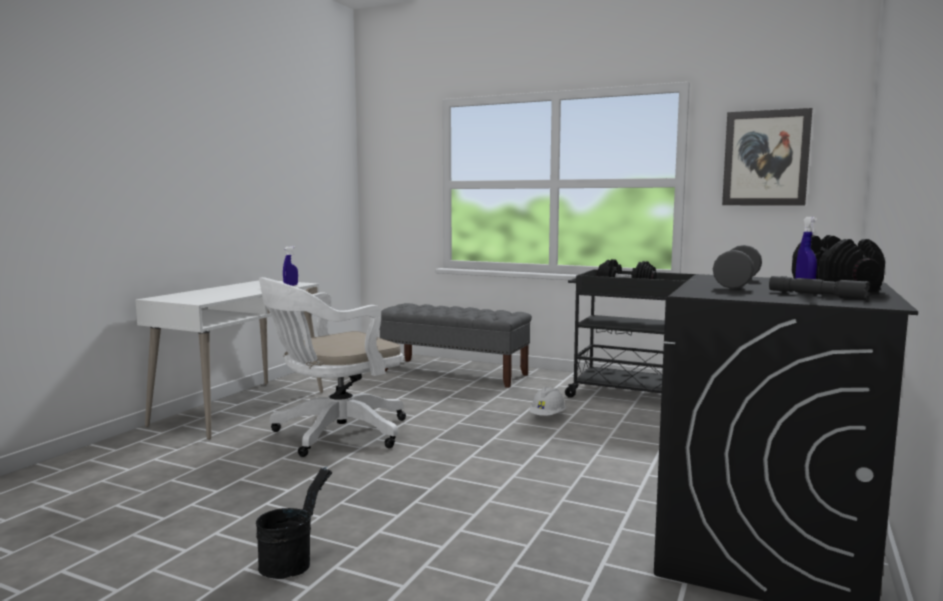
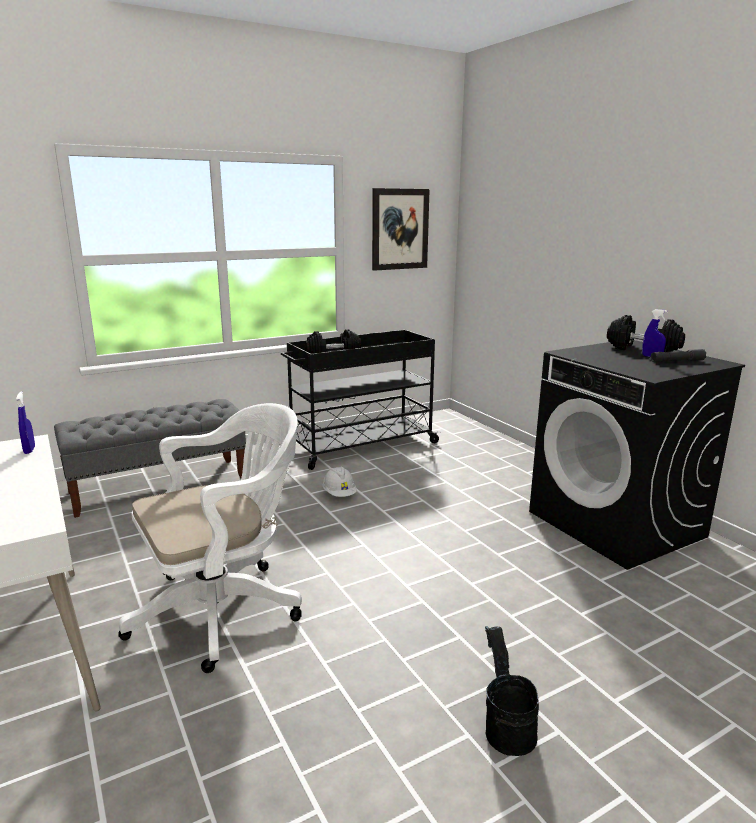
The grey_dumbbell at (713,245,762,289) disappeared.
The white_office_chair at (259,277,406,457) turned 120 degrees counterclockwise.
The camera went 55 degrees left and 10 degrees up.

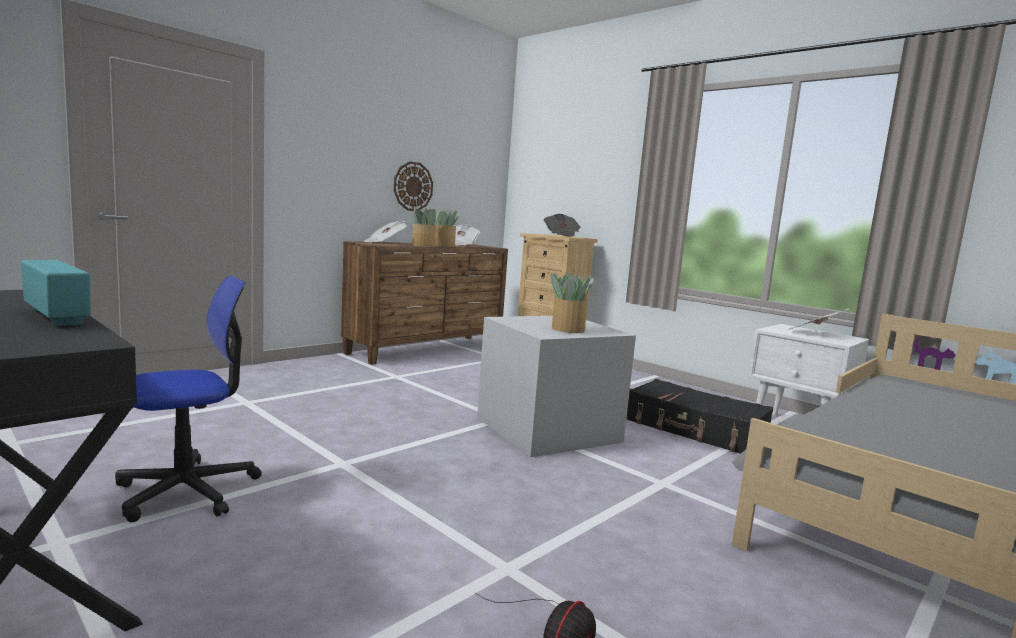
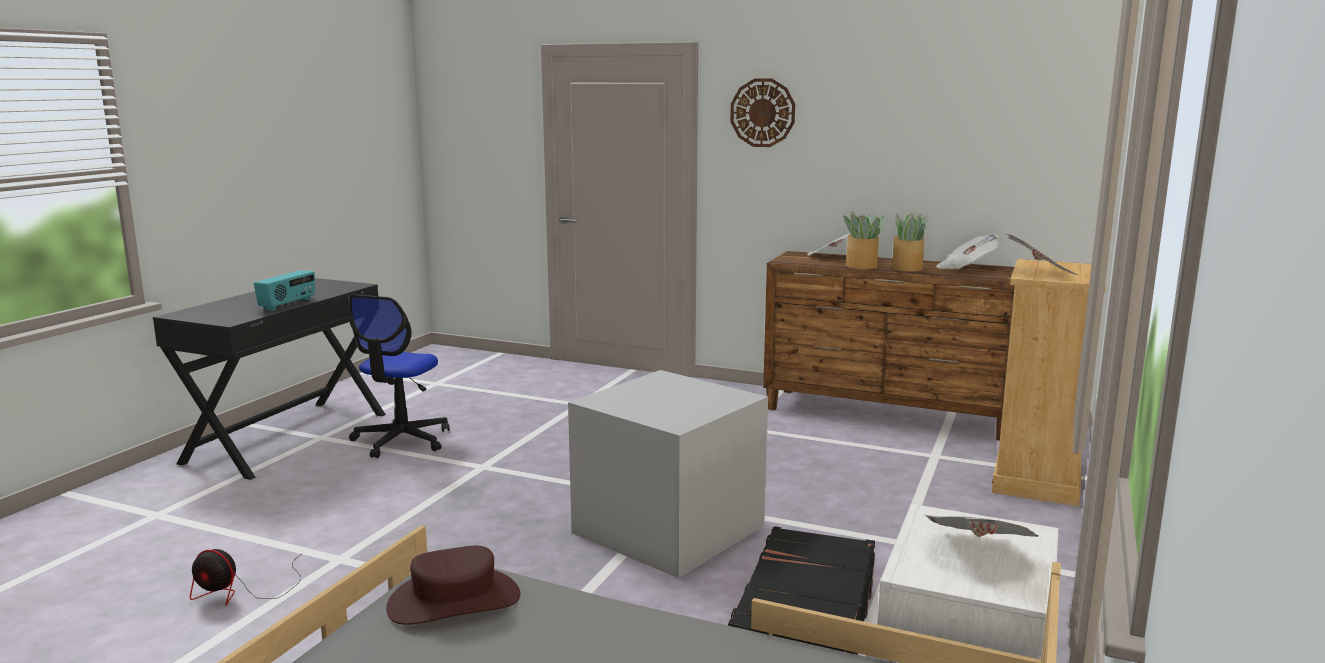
The potted_plant at (550,272,593,333) disappeared.
The brown_hat at (386,546,520,625) appeared.
The wall_clock moved from (394,161,433,211) to (730,78,795,147).
The office_chair at (115,275,261,522) turned 75 degrees clockwise.
The camera went 70 degrees right and 5 degrees up.

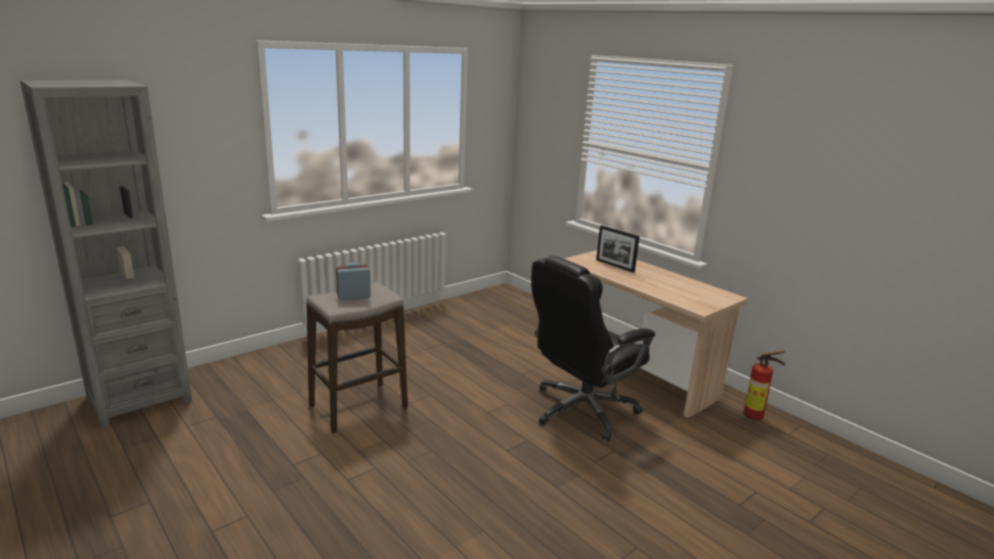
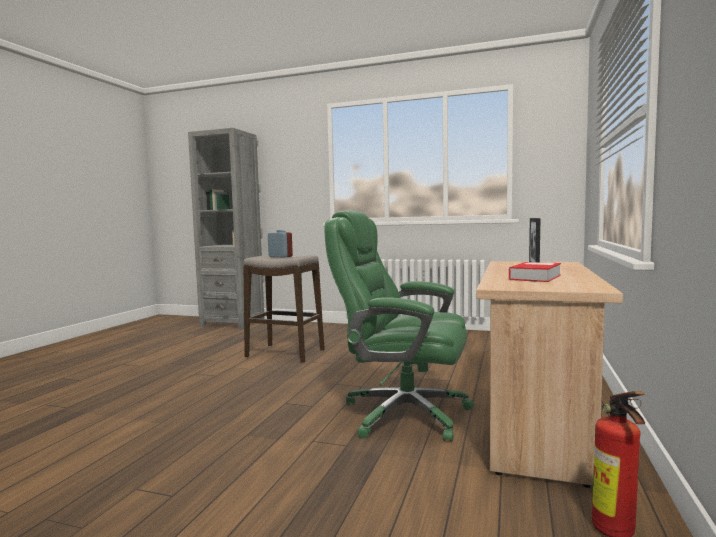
The book at (509,262,561,282) appeared.
The black_office_chair at (531,256,655,441) became the green_office_chair at (324,211,474,442).
The camera went 60 degrees right and 15 degrees down.

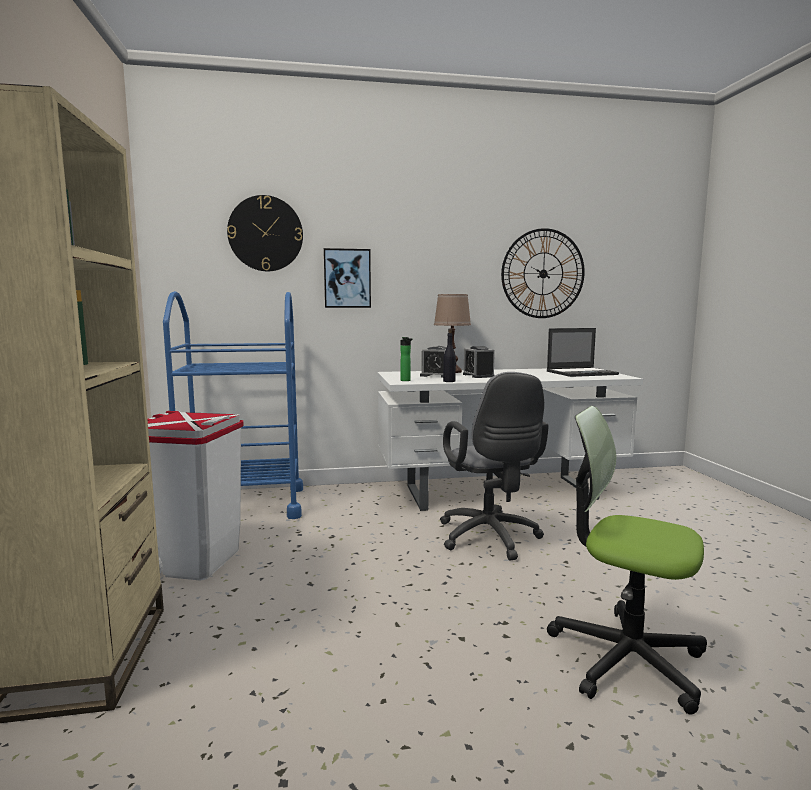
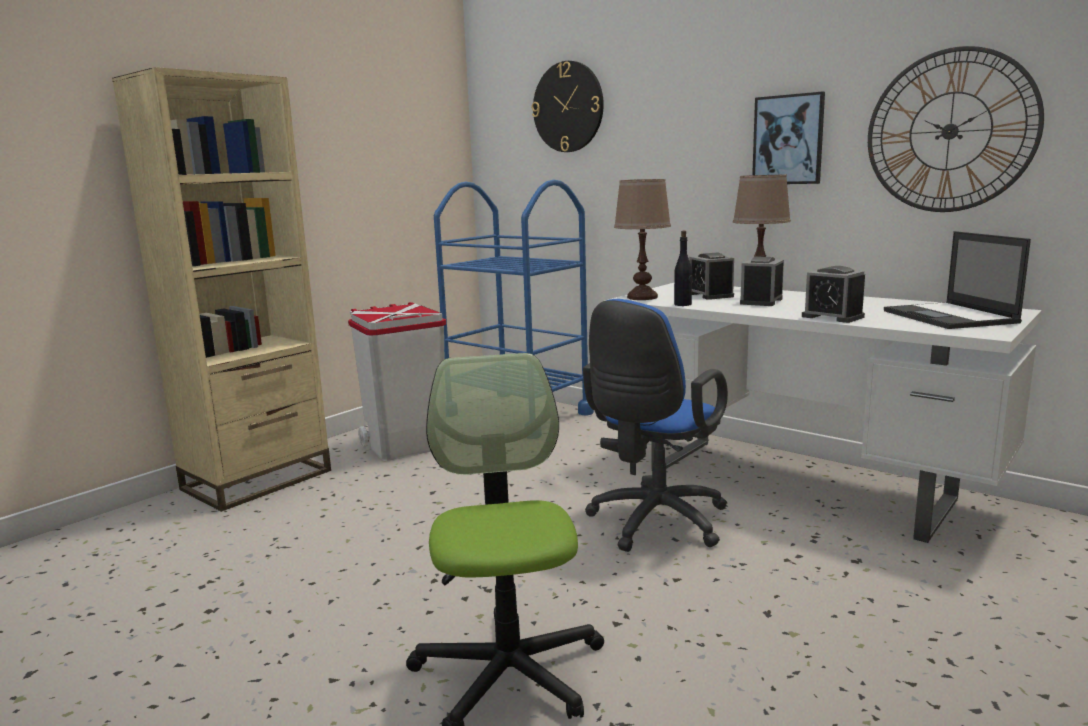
The alarm_clock at (802,266,865,323) appeared.
The picture moved from (324,248,371,308) to (752,91,825,184).
The bottle at (400,337,413,381) was replaced by the brown_table_lamp at (614,179,671,300).
The grey_office_chair at (440,372,549,560) became the blue_office_chair at (583,299,728,552).
The laptop at (547,328,619,377) turned 45 degrees clockwise.
The camera went 50 degrees right and 5 degrees up.

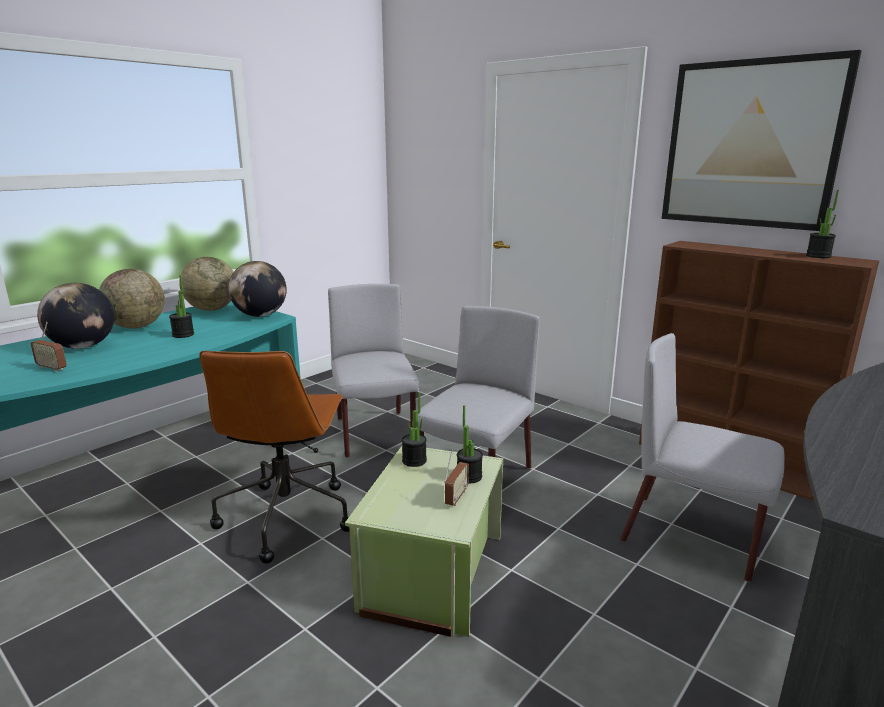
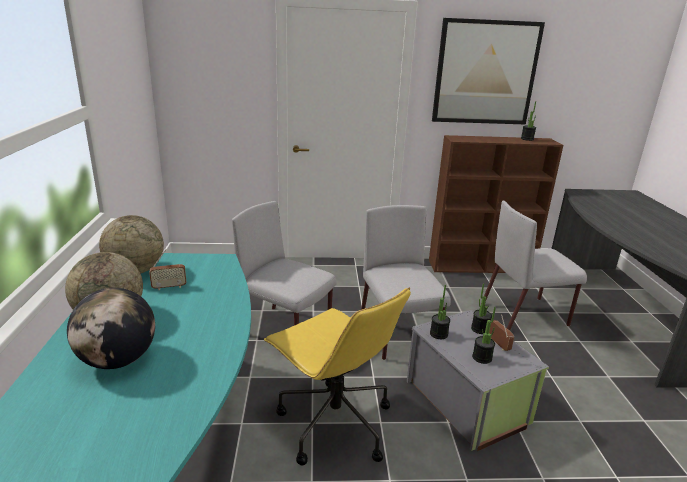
The globe at (228,261,287,317) disappeared.
The radio moved from (31,322,67,372) to (149,249,186,290).
The potted_plant moved from (169,275,194,338) to (472,307,496,364).
The brown_office_chair at (199,351,349,564) became the yellow_office_chair at (264,287,411,466).
The green_storage_box at (345,446,503,637) became the grey_storage_box at (407,310,549,451).
The camera went 45 degrees left and 5 degrees up.

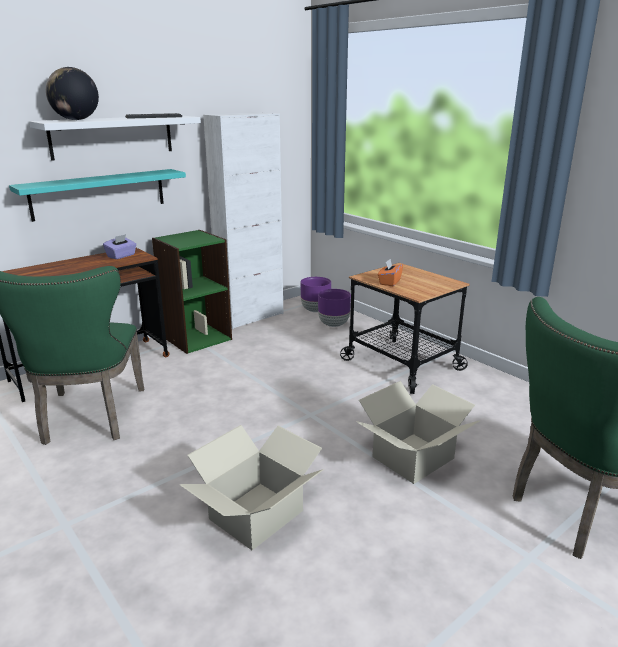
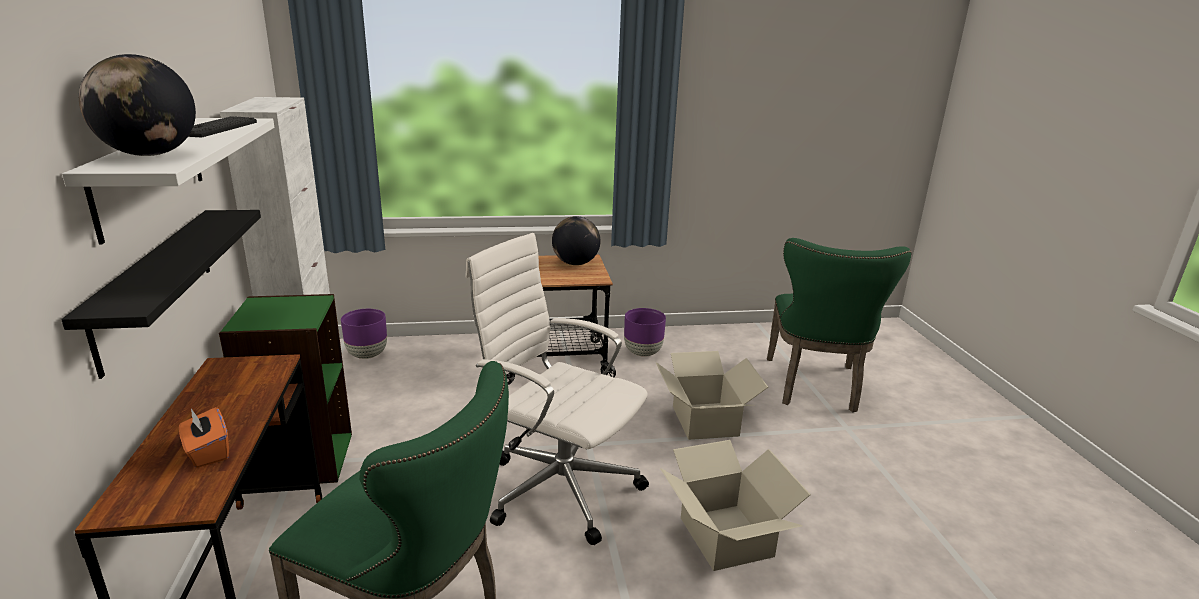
The purple_tissue_box at (103,234,137,259) disappeared.
The white_office_chair at (465,233,649,545) appeared.
The globe at (552,216,601,265) appeared.
The purple_planter moved from (318,289,351,327) to (624,308,666,357).
The orange_tissue_box moved from (378,259,403,286) to (179,407,229,468).
The turquoise_shelf at (9,169,186,222) became the black_shelf at (61,210,261,379).
The camera went 60 degrees left and 0 degrees up.

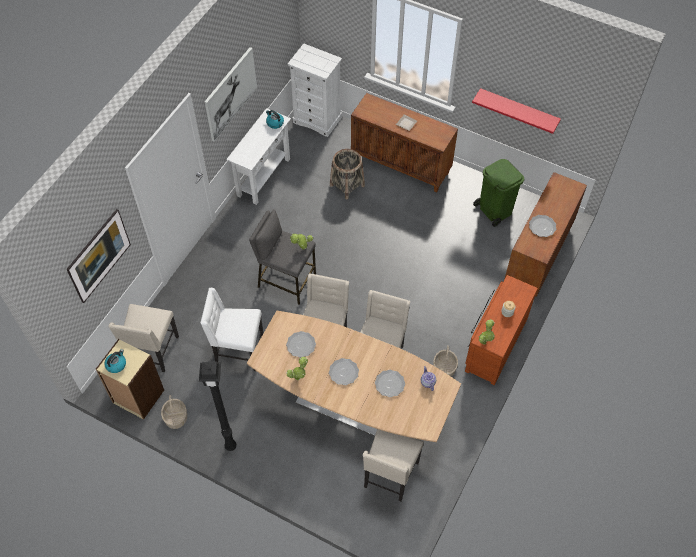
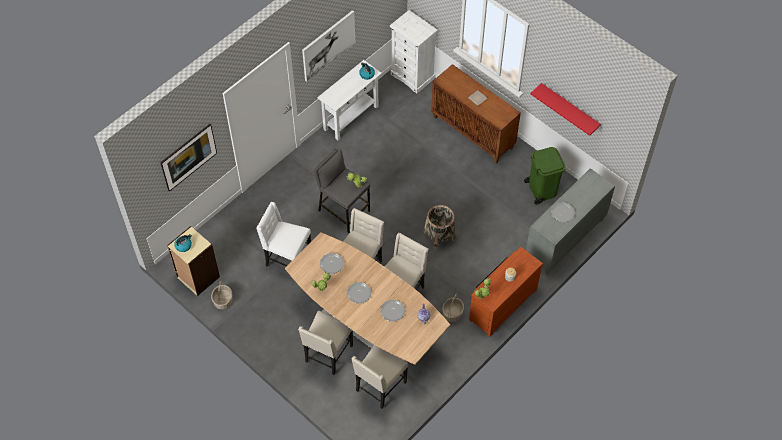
The black_floor_lamp at (199,362,237,451) disappeared.
The beige_chair moved from (109,304,179,372) to (298,310,353,375).
The basket moved from (330,149,365,199) to (424,205,455,250).
The brown_cabinet at (505,172,587,297) became the grey_cabinet at (526,168,615,275).
The camera went 15 degrees right and 0 degrees up.

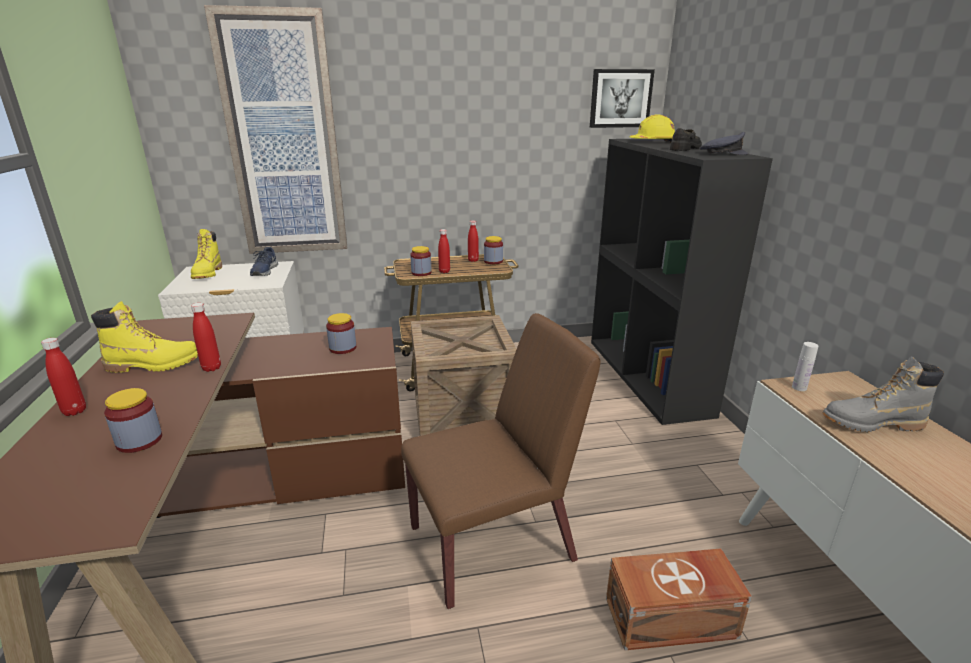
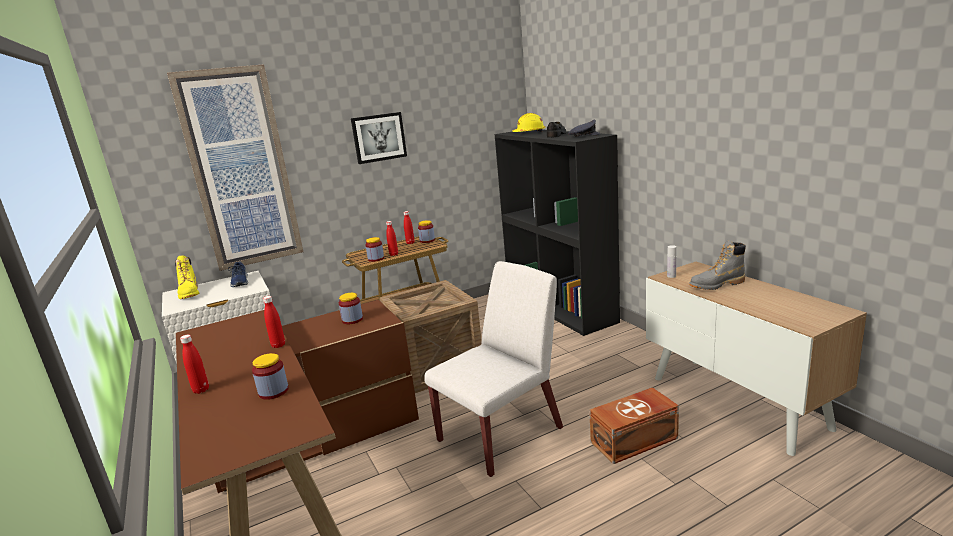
The yellow_boot at (91,301,198,373) disappeared.
The picture moved from (590,69,655,128) to (351,112,407,164).
The brown_chair at (401,313,601,609) became the white_chair at (424,261,563,477).
The camera went 15 degrees left and 5 degrees down.

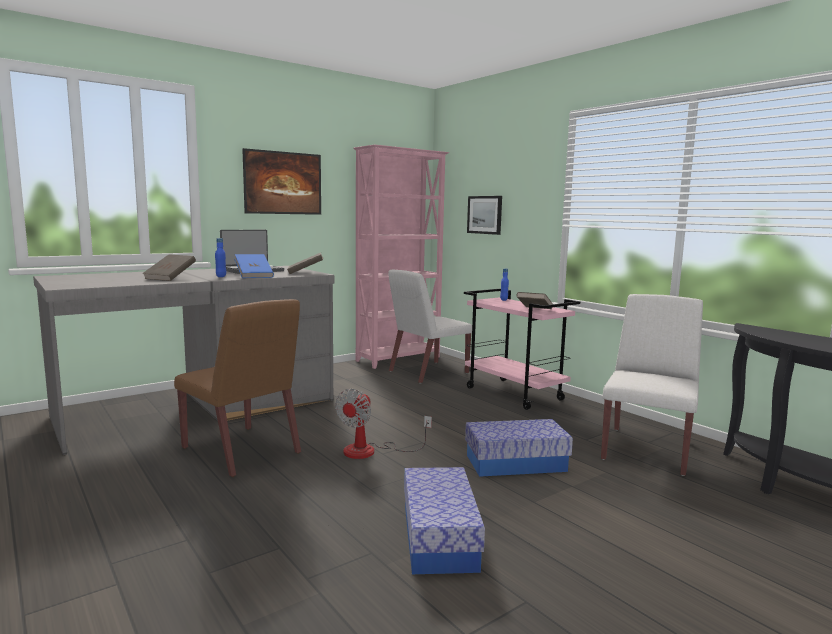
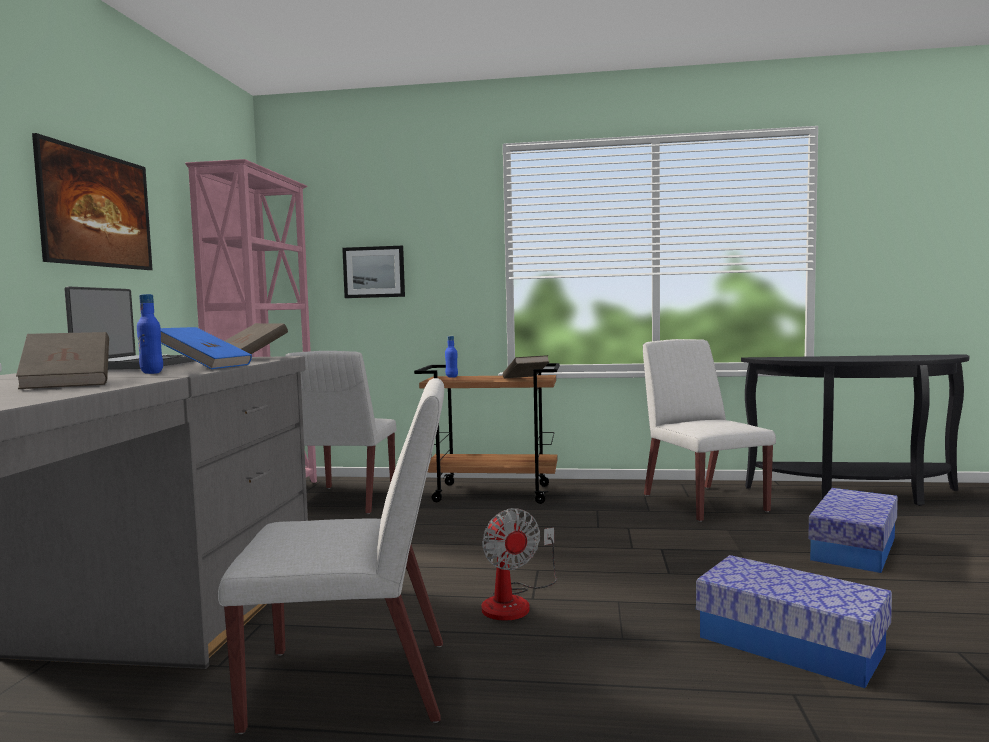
The storage_box moved from (465,419,573,477) to (808,488,898,573).
The brown_chair at (174,299,301,477) became the white_chair at (218,378,444,734).
The pink_cart at (464,289,580,410) became the brown_cart at (414,363,560,504).
The camera went 45 degrees left and 5 degrees down.

